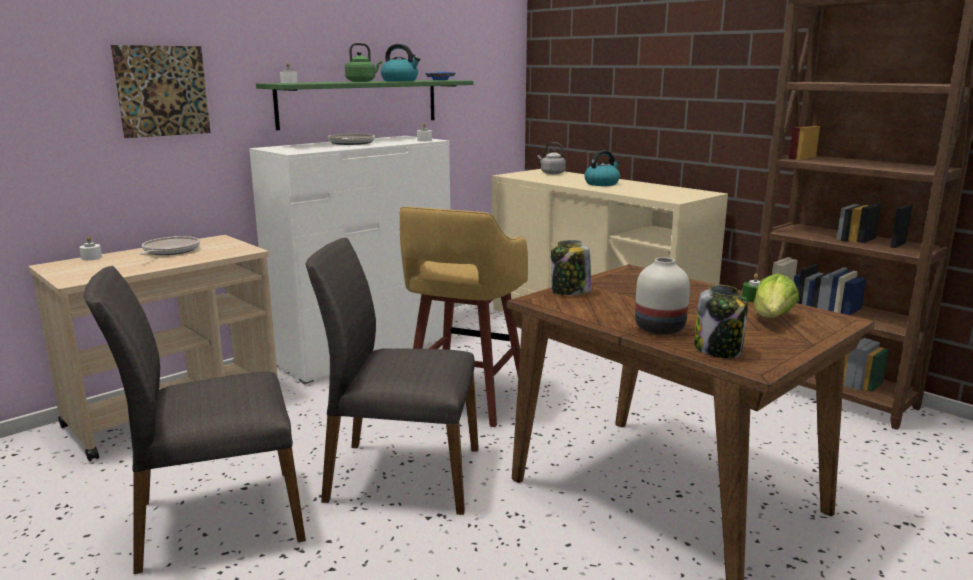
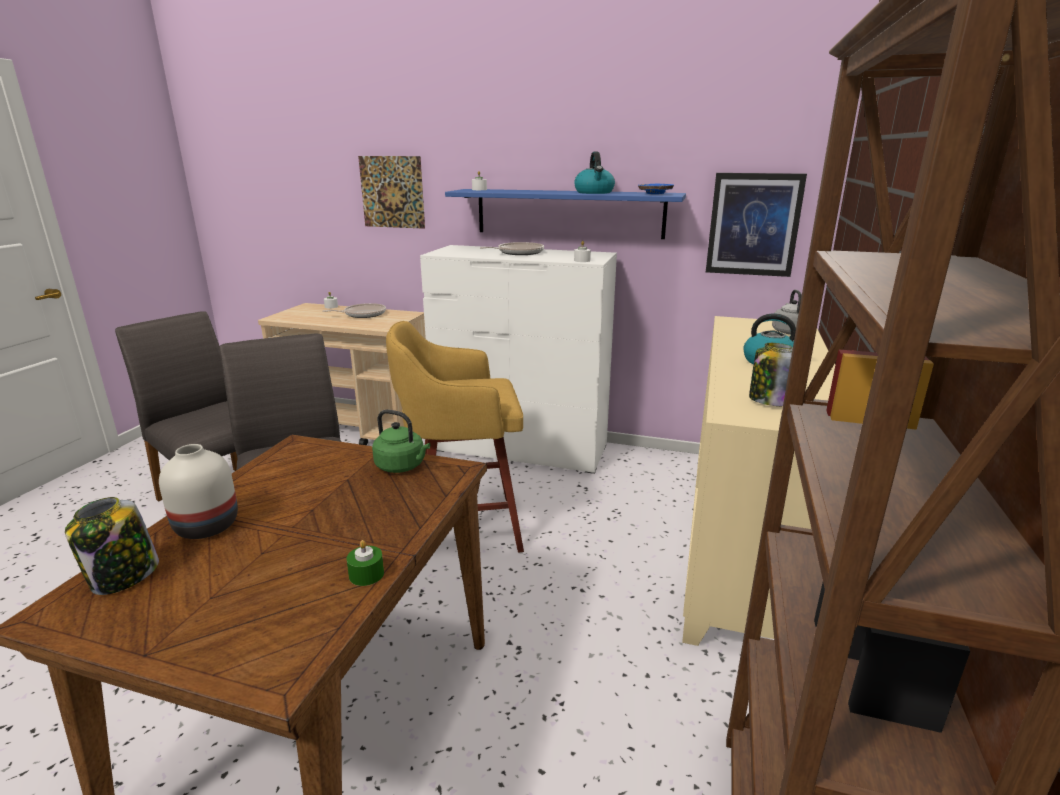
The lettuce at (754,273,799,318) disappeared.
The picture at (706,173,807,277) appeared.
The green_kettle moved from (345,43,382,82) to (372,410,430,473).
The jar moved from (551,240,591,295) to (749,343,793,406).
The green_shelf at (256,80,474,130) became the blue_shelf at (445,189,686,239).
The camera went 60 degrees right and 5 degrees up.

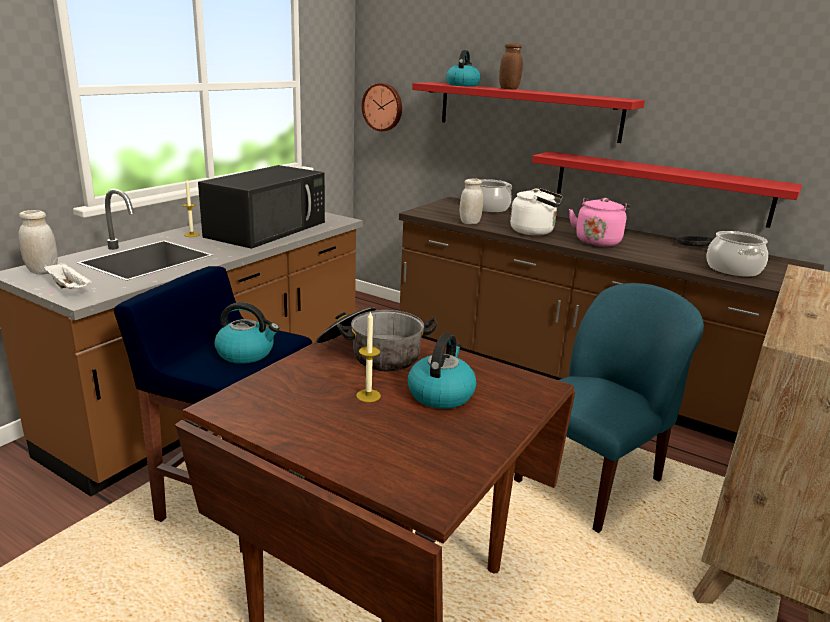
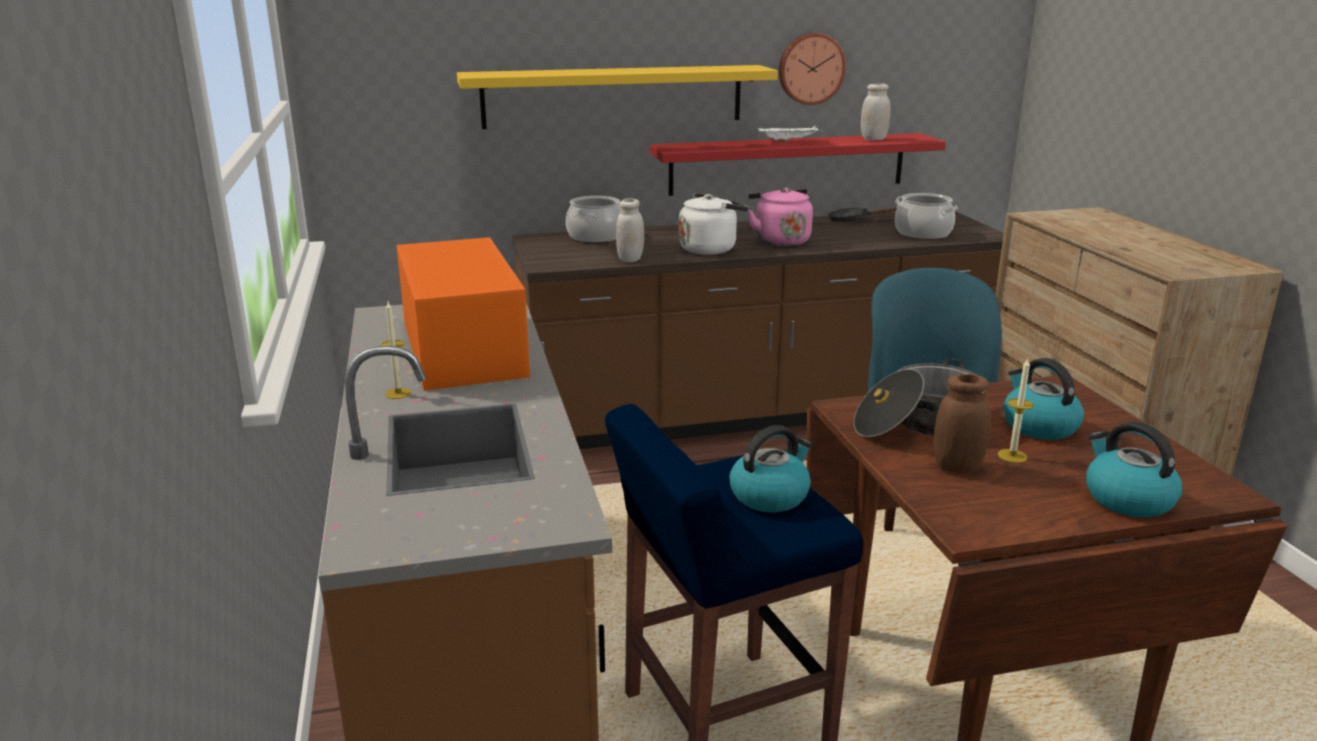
The white_jar moved from (18,210,58,274) to (861,83,890,140).
The white_tray moved from (44,263,92,289) to (758,126,822,142).
The wall_clock moved from (362,83,402,131) to (779,33,846,105).
The kettle moved from (446,50,481,87) to (1086,422,1182,518).
The brown_jar moved from (499,43,523,90) to (933,374,991,474).
The black_microwave at (198,165,325,249) became the orange_microwave at (397,237,530,391).
The red_shelf at (412,82,645,143) became the yellow_shelf at (457,65,778,129).
The camera went 45 degrees left and 0 degrees up.

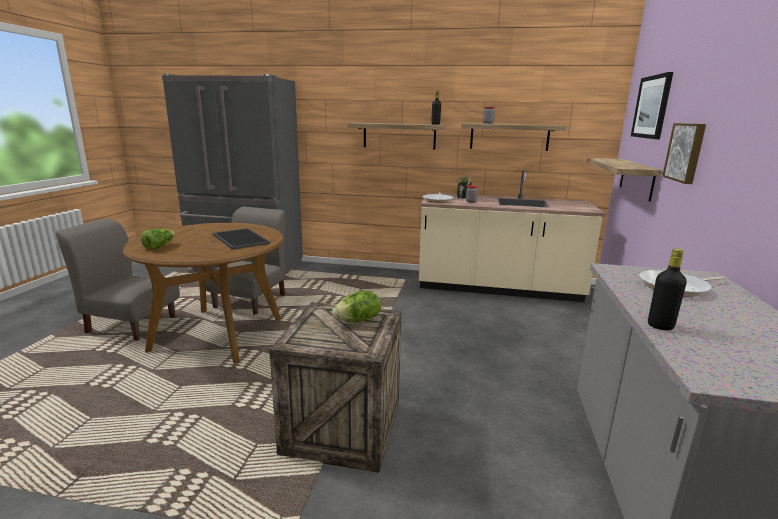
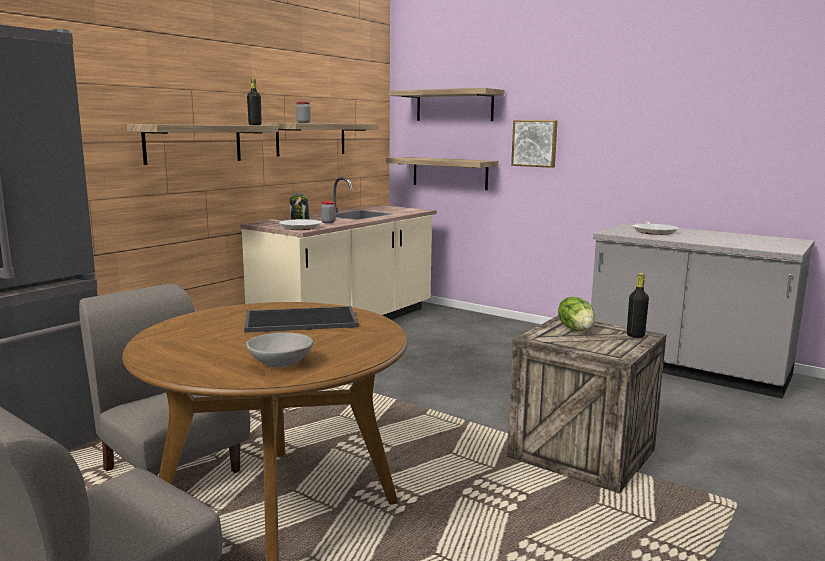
The black_bottle moved from (648,249,687,330) to (627,273,649,338).
The lettuce at (140,229,176,250) was replaced by the grey_bowl at (246,332,313,368).
The picture at (631,72,673,139) was replaced by the shelf at (389,88,505,121).
The camera went 65 degrees left and 5 degrees down.

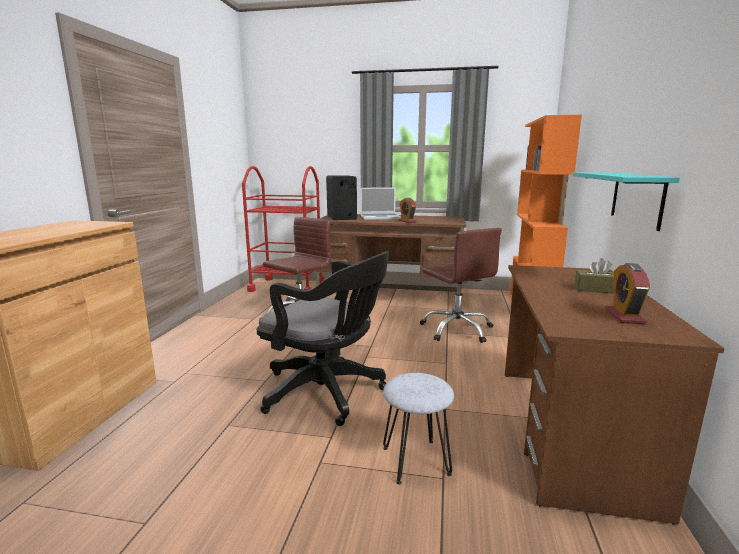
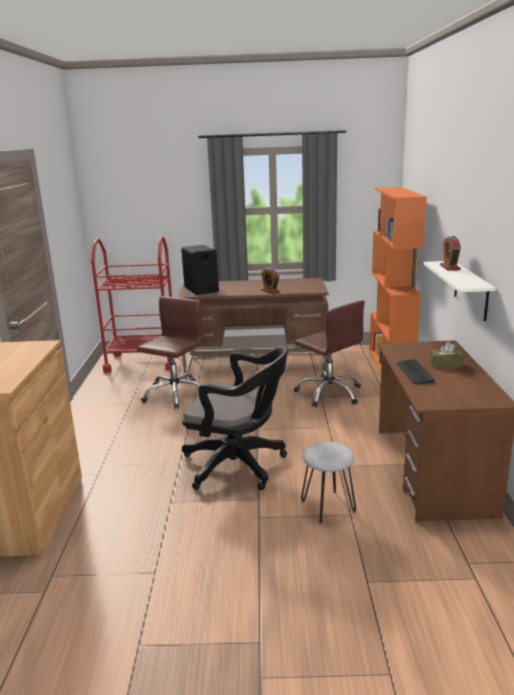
The laptop at (361,187,401,220) disappeared.
The keyboard at (397,359,435,384) appeared.
The alarm_clock moved from (606,263,650,324) to (440,236,461,270).
The turquoise_shelf at (573,172,680,231) became the white_shelf at (424,261,495,321).
The camera went 10 degrees left and 5 degrees up.

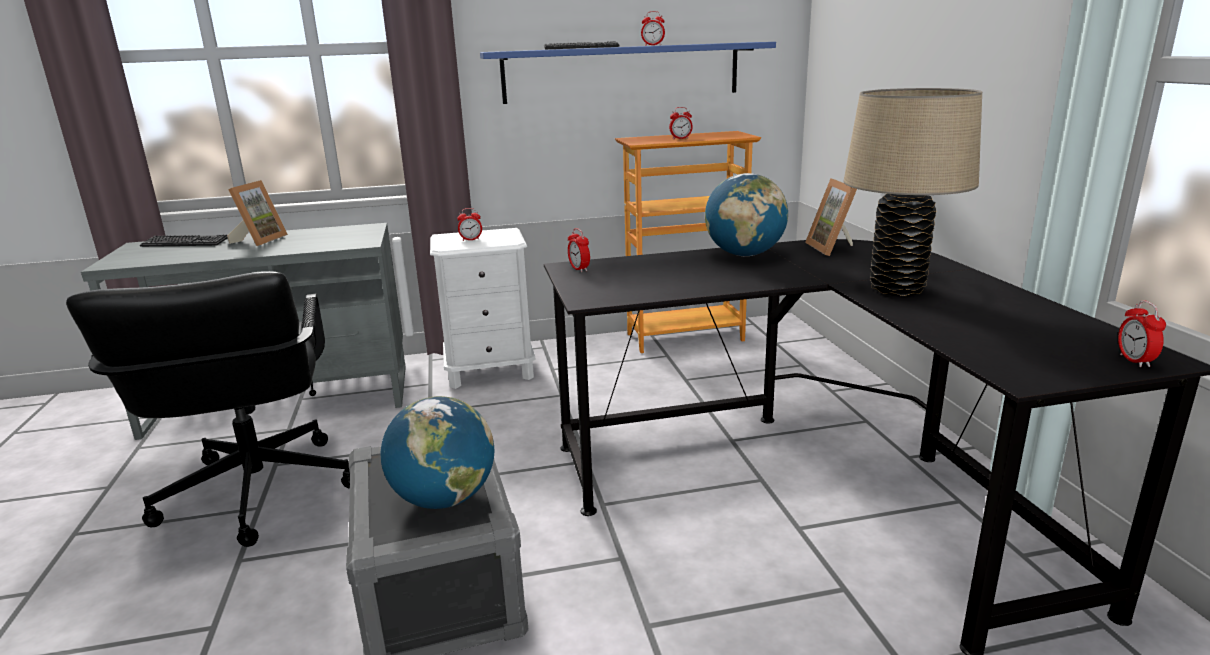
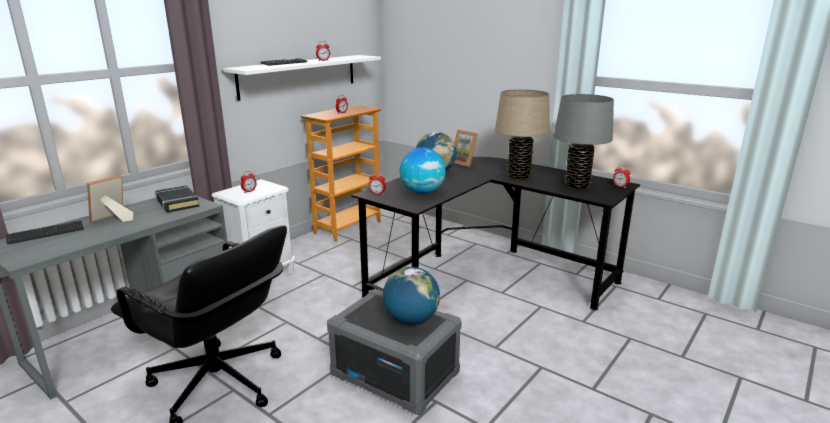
The black_book at (155,185,200,213) appeared.
The globe at (400,148,445,194) appeared.
The grey_table_lamp at (554,94,614,189) appeared.
The blue_shelf at (480,42,776,104) became the white_shelf at (223,55,381,101).
The picture_frame at (227,180,288,246) turned 120 degrees counterclockwise.
The camera went 40 degrees left and 0 degrees up.

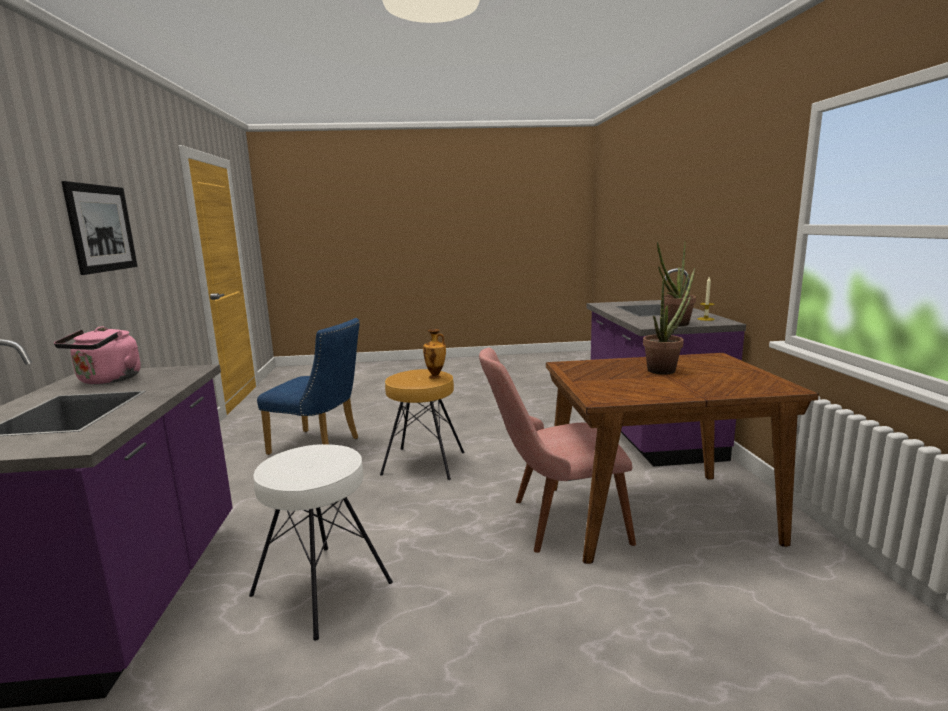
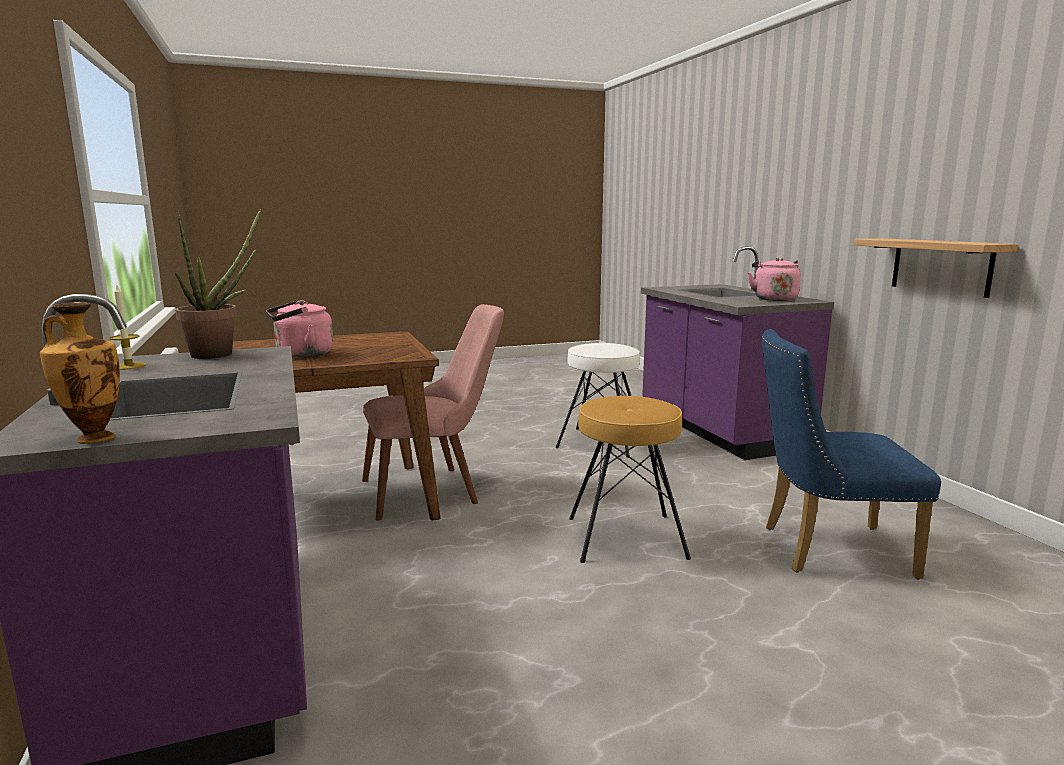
The picture at (61,181,137,275) disappeared.
The shelf at (854,238,1018,298) appeared.
The vase moved from (423,329,446,379) to (40,302,120,444).
The potted_plant at (643,268,695,375) was replaced by the pink_kettle at (266,300,333,358).
The camera went 165 degrees right and 0 degrees up.

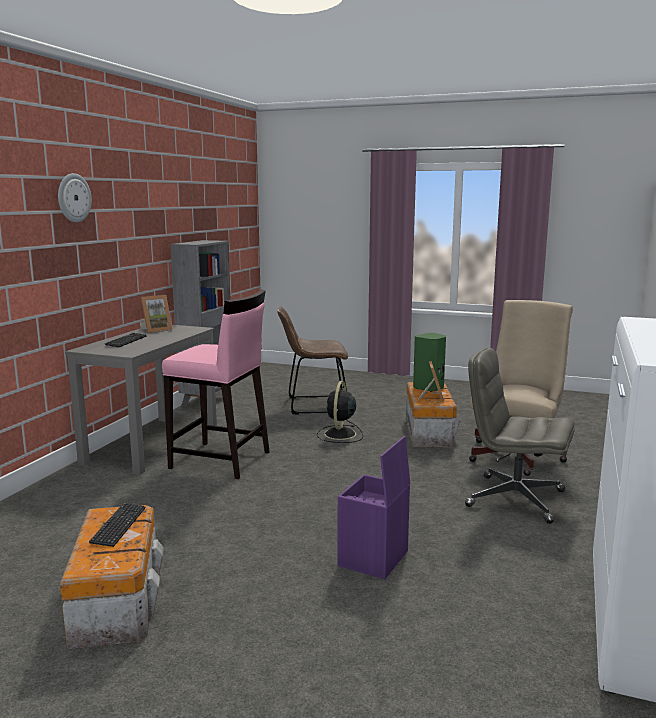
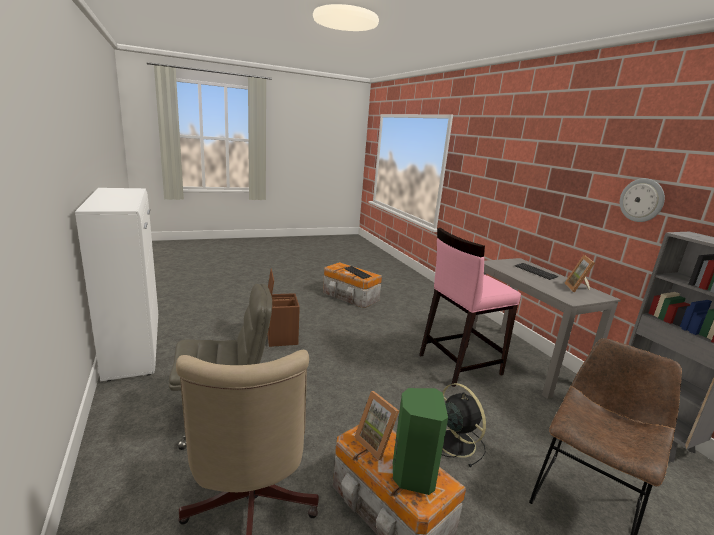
The wall_clock moved from (58,173,92,222) to (620,178,665,222).
The purple_storage_box at (337,436,410,579) became the brown_storage_box at (267,269,300,347).
The camera went 135 degrees right and 5 degrees up.

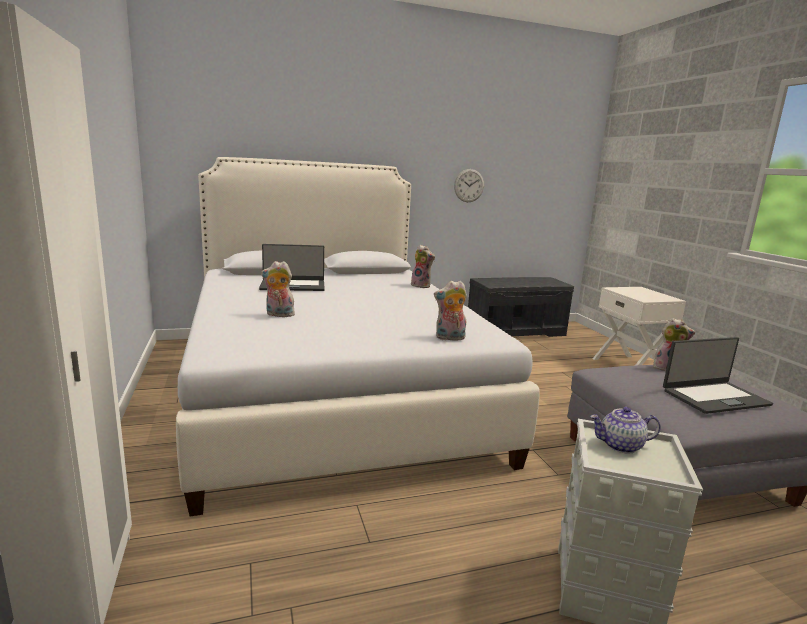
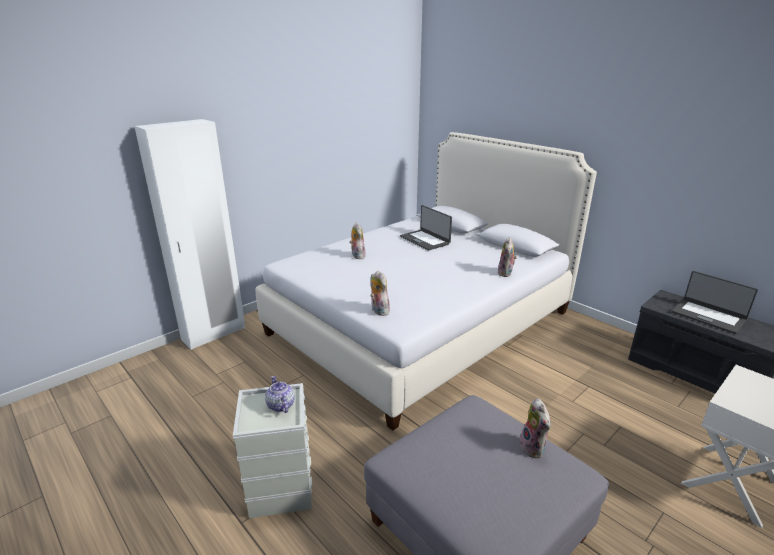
The wall_clock at (454,169,484,202) disappeared.
The laptop moved from (663,337,773,414) to (672,271,758,334).
The camera went 65 degrees right and 10 degrees up.

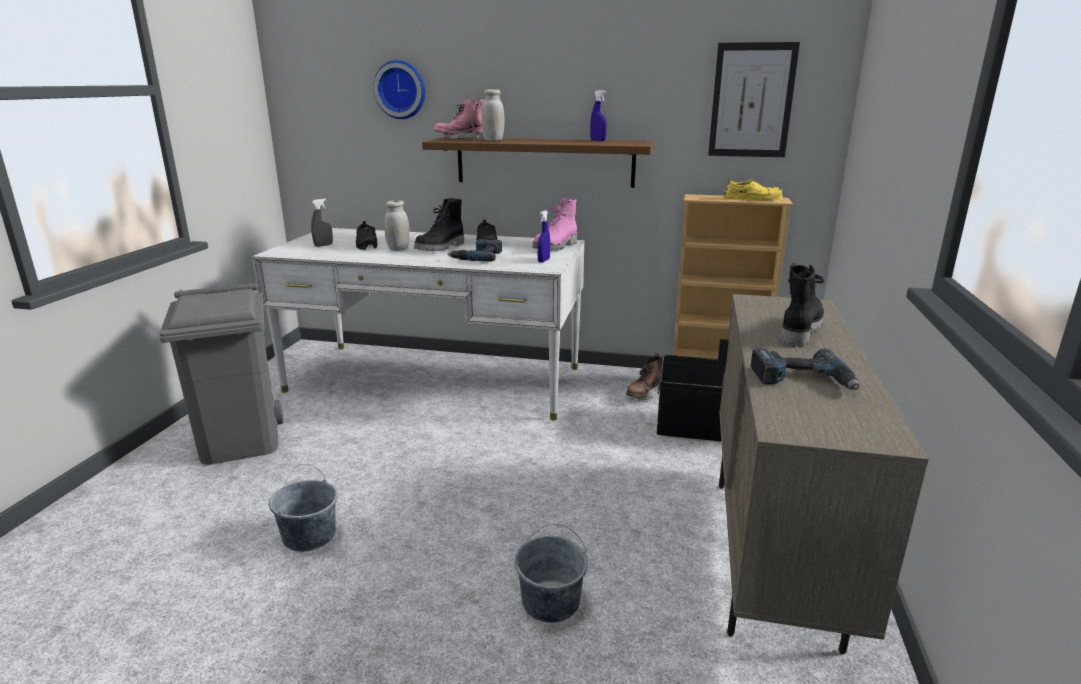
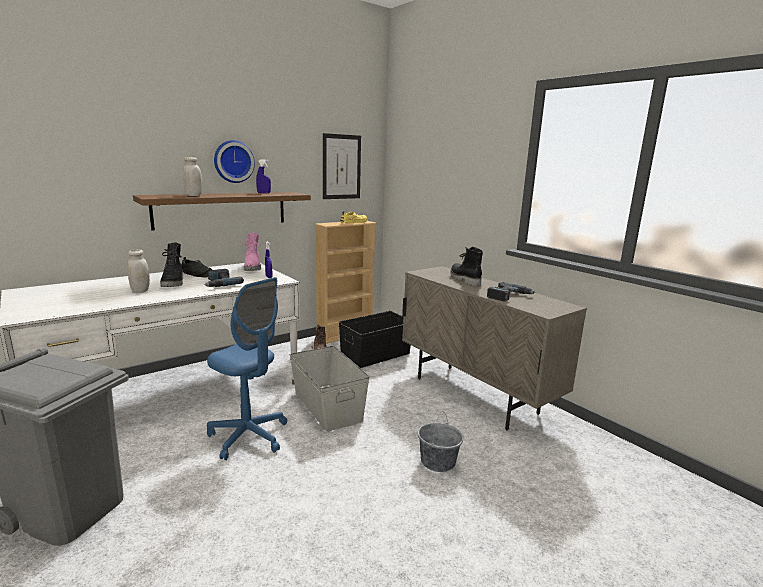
The grey_bucket at (269,464,338,551) disappeared.
The grey_spray_bottle at (311,199,333,247) disappeared.
The black_shoe at (356,221,377,250) disappeared.
The pink_boot at (434,99,485,140) disappeared.
The blue_office_chair at (207,277,287,460) appeared.
The grey_storage_box at (290,346,370,432) appeared.
The wall_clock moved from (373,60,425,119) to (214,140,255,183).
The camera went 50 degrees left and 5 degrees down.

